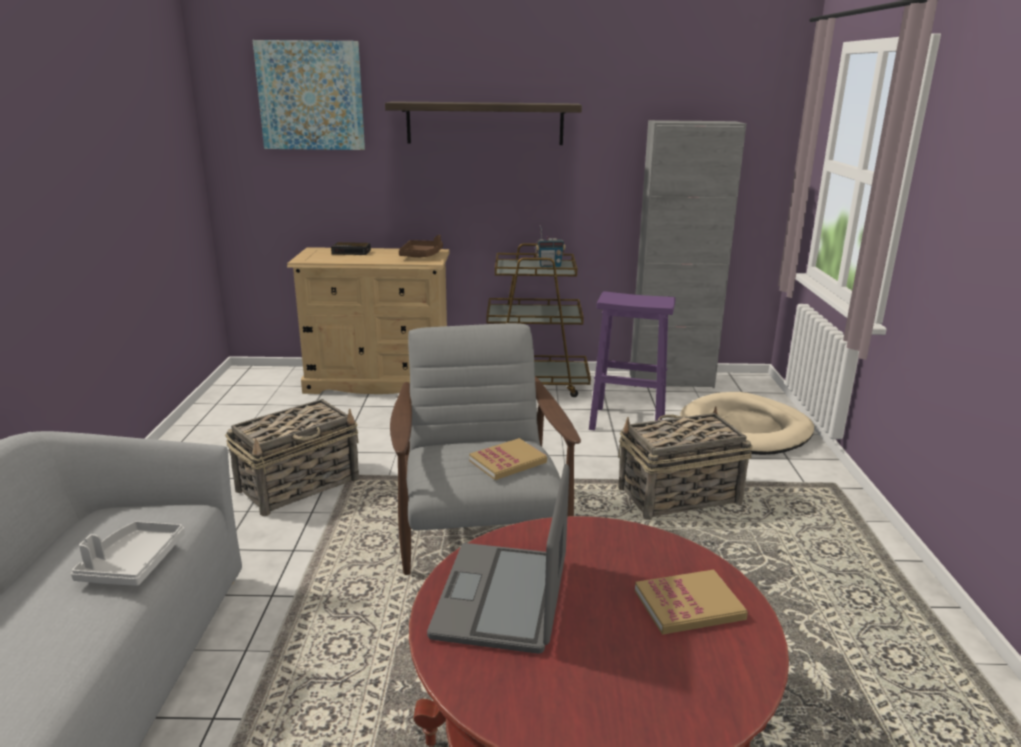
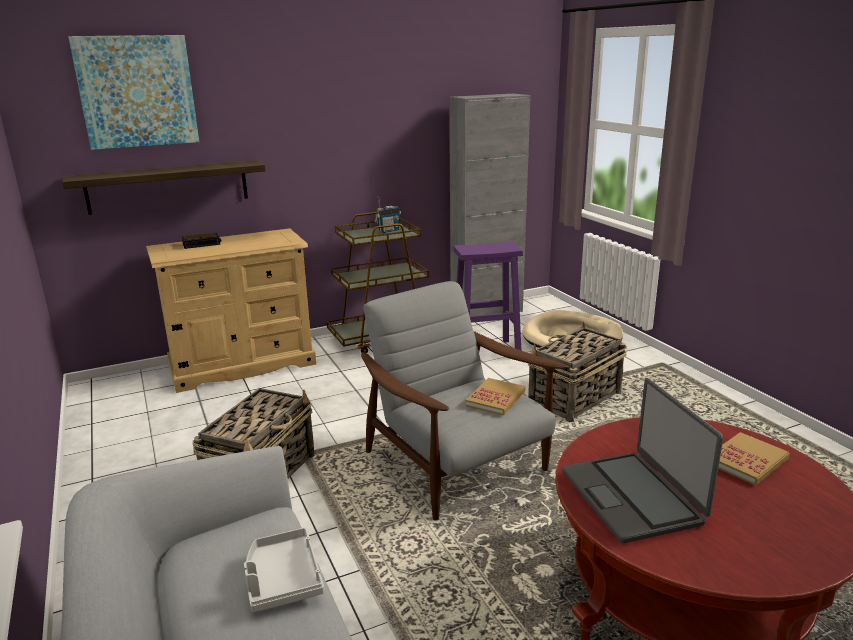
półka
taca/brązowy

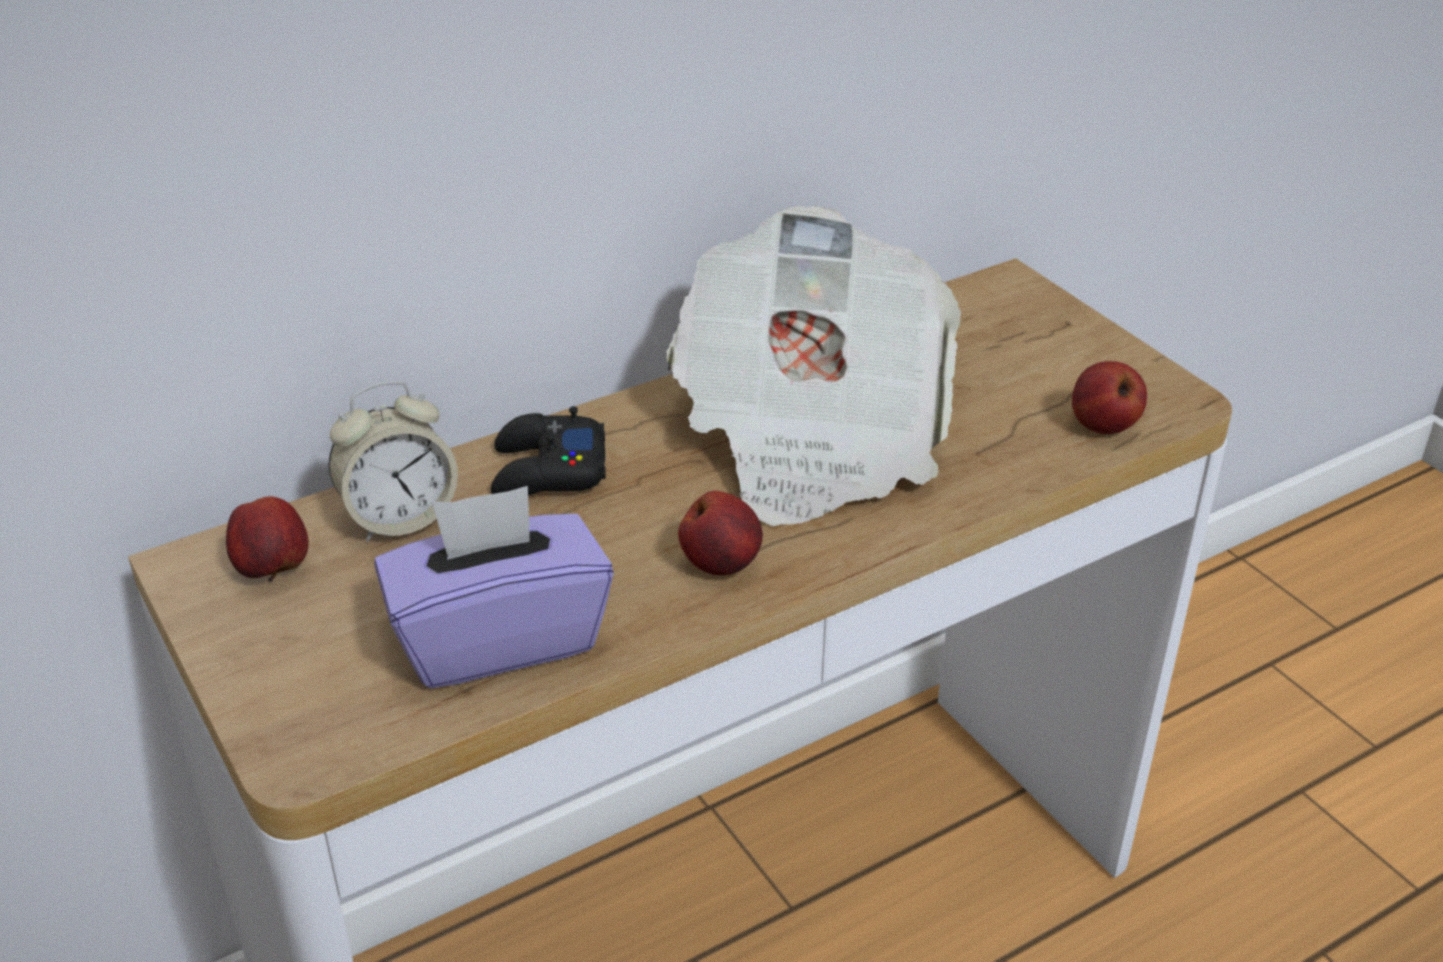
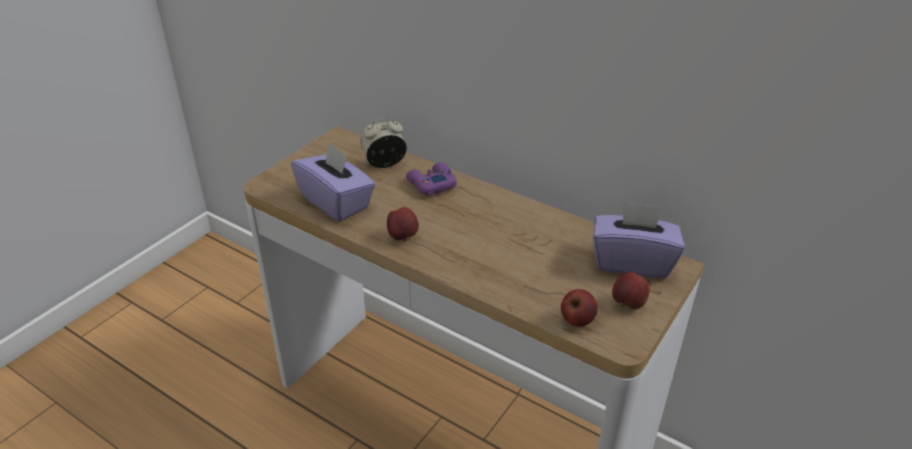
gazeta
budzik
pad do gier/fioletowy
jabłko (no. 3 from left)
pudełko chusteczek/fioletowy (no. 2 from left)

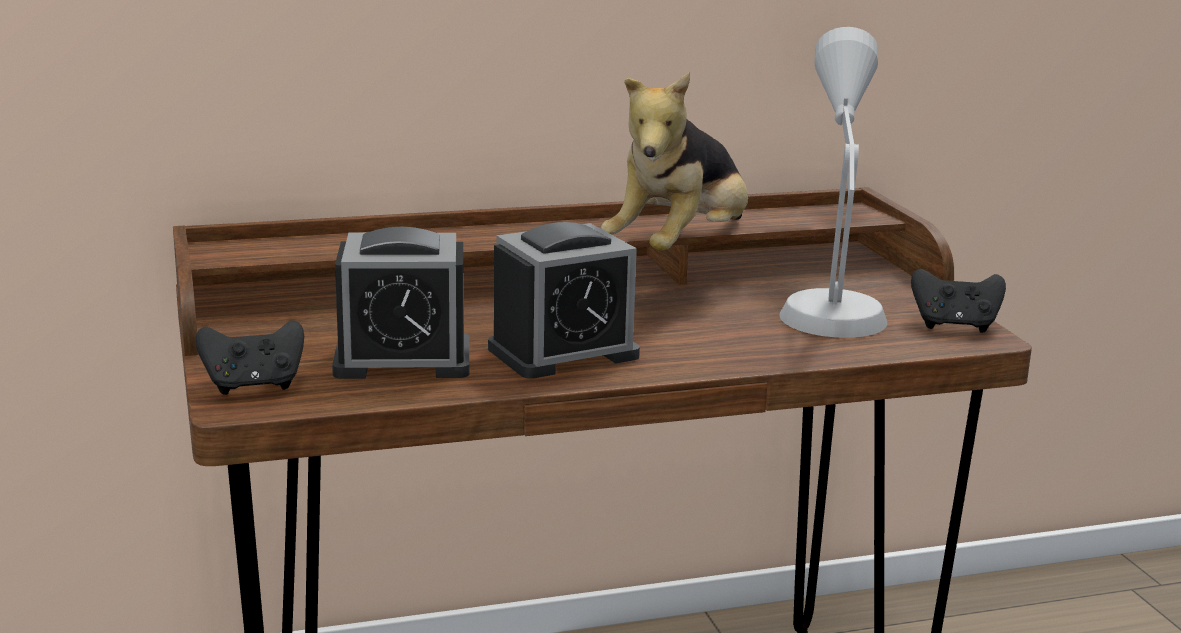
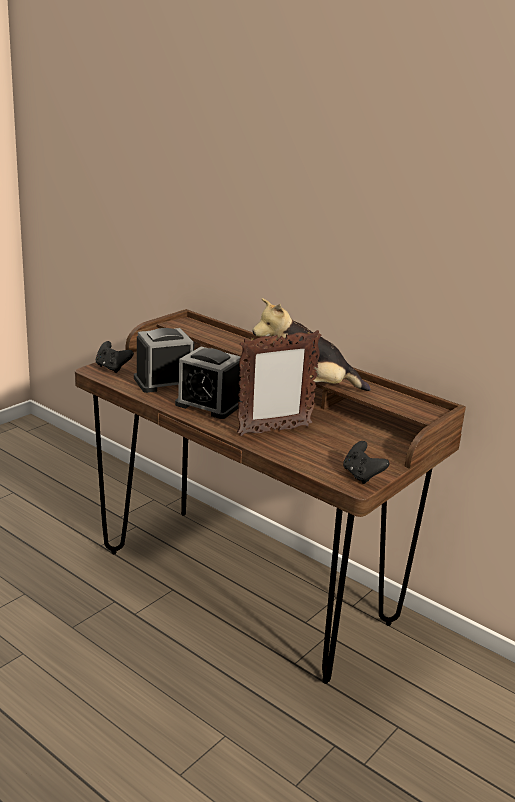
lampa stołowa/szary
budzik (no. 1 from left)
ramka na zdjęcie

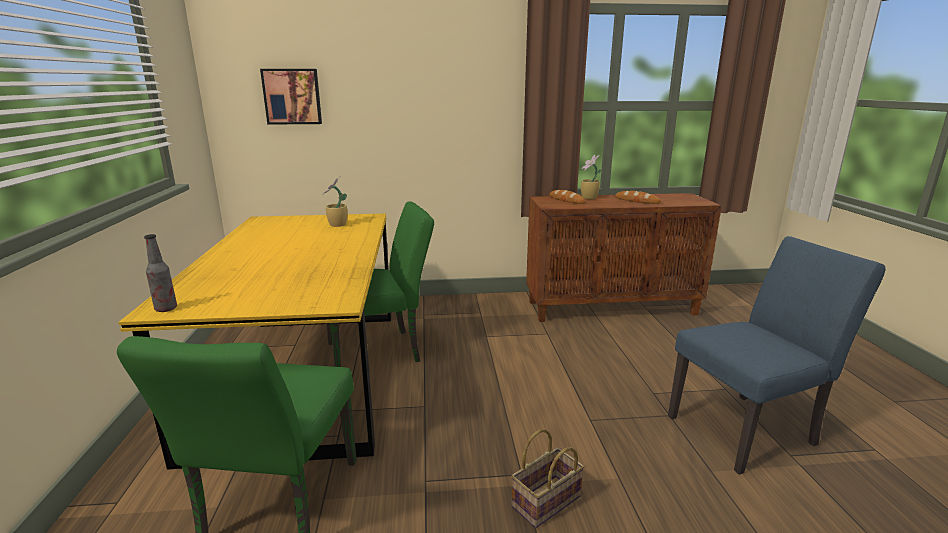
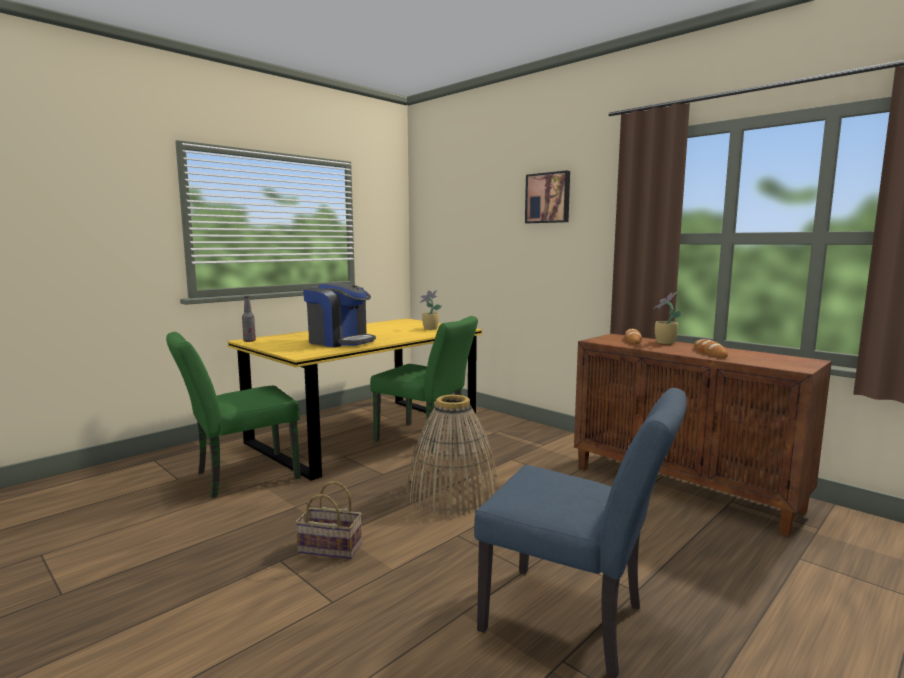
obraz
ekspres do kawy
koszyk (no. 2 from left)

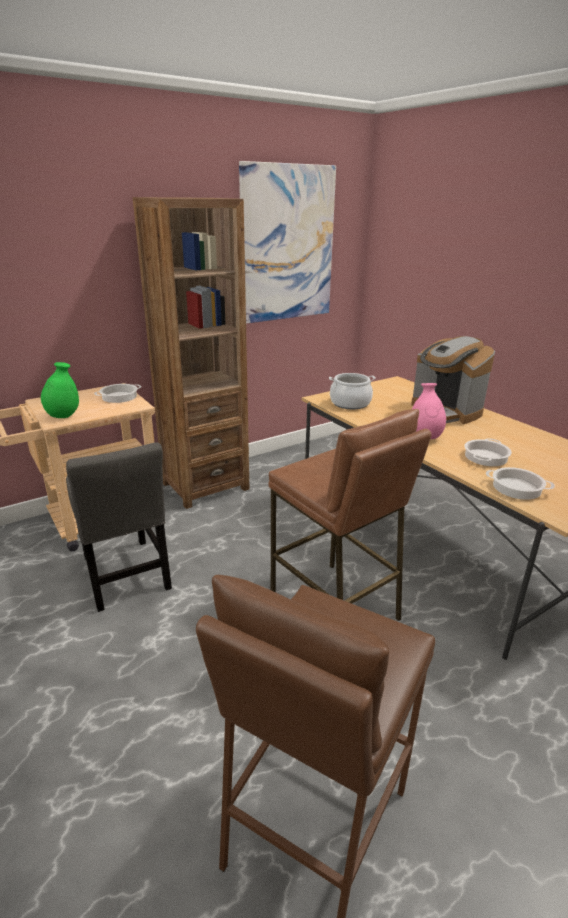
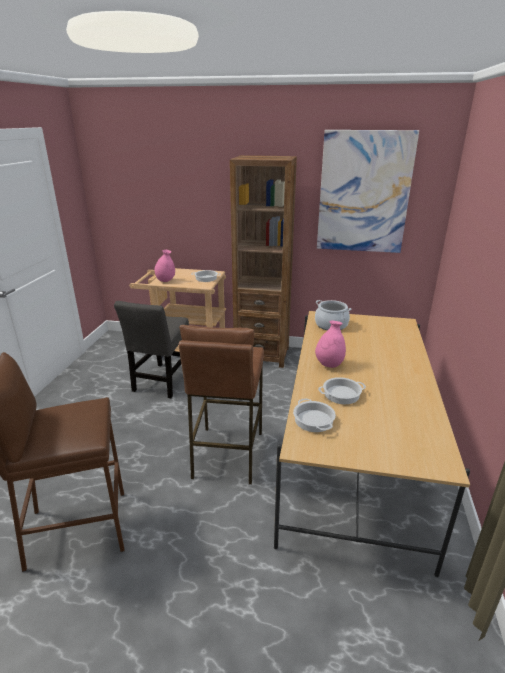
ekspres do kawy
wazon/różowy (no. 1 from left)

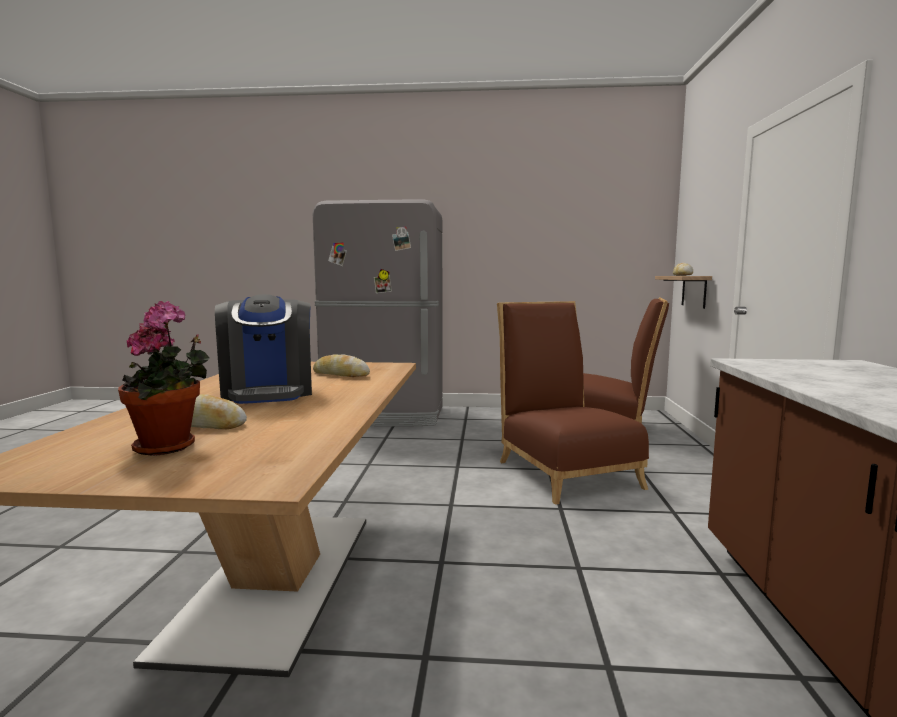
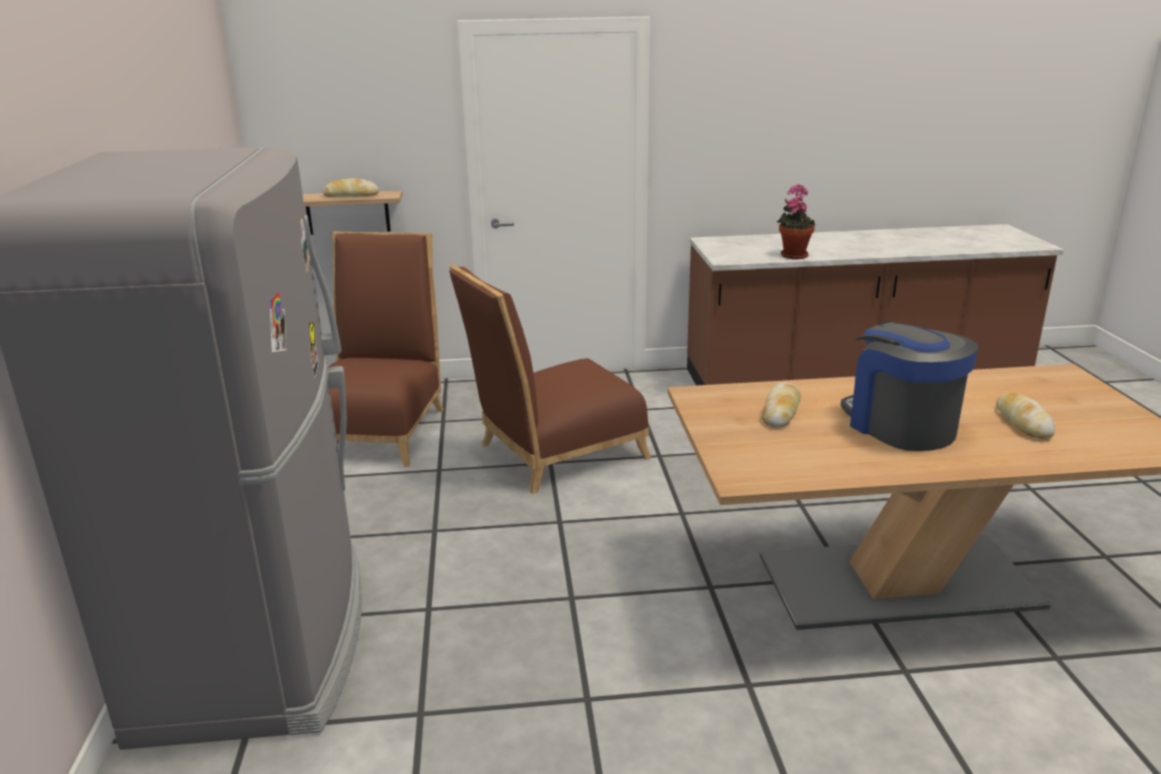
ekspres do kawy
roślina doniczkowa

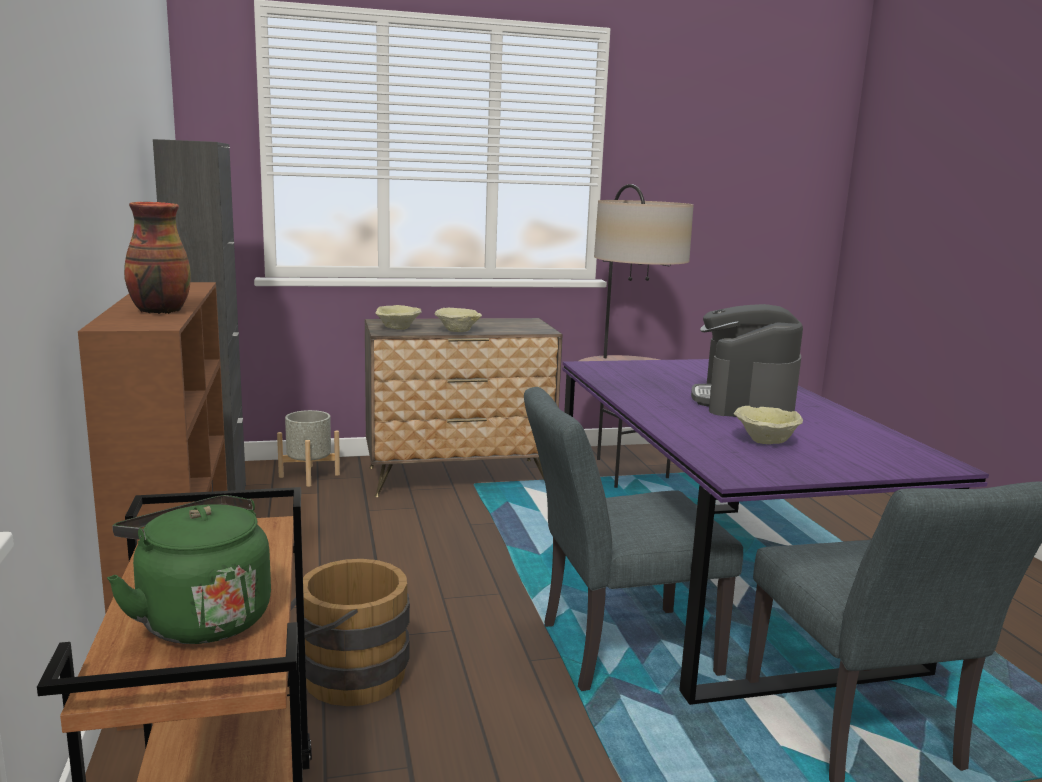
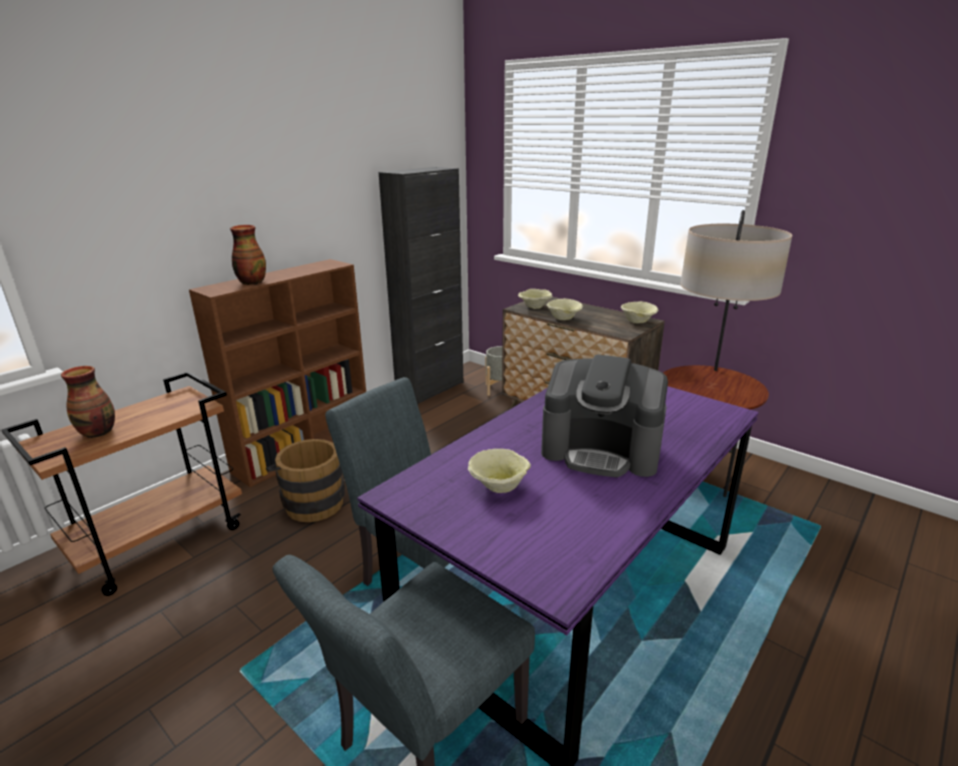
ekspres do kawy
wazon (no. 1 from left)
miska/beżowy (no. 4 from left)

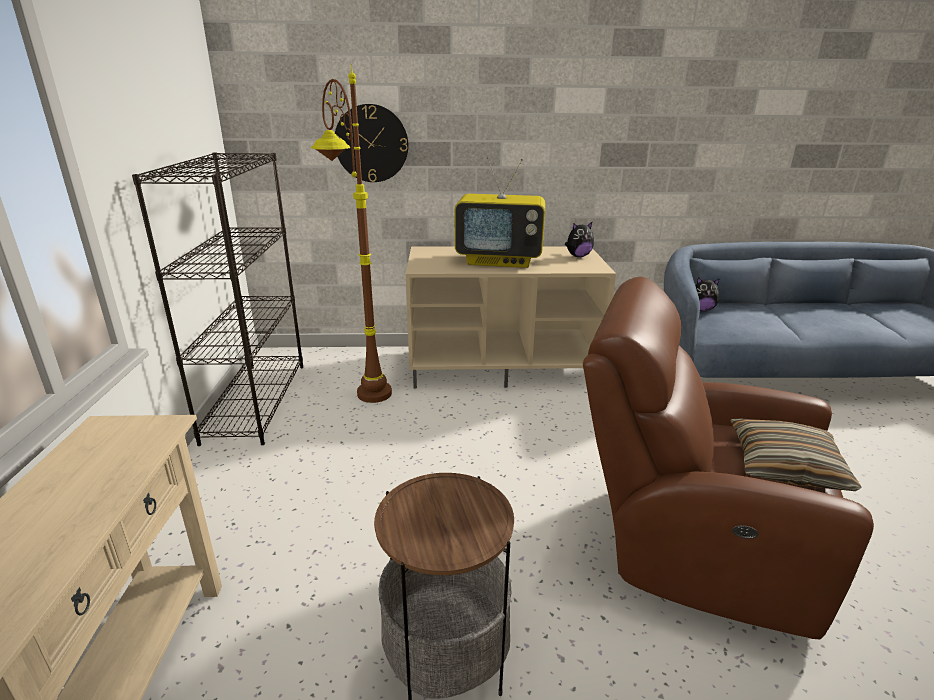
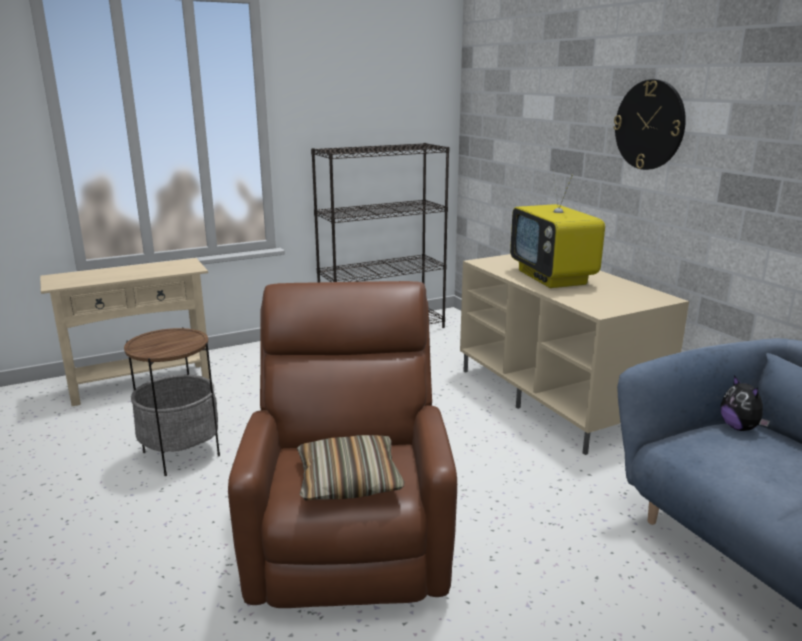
lampa stojąca/brązowy
zegar ścienny
pluszak (no. 1 from left in the first image)

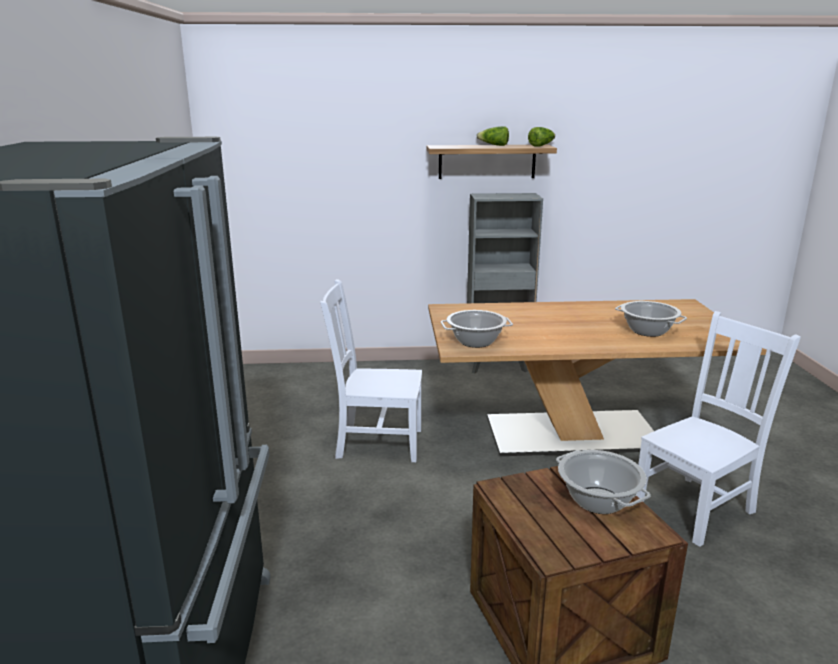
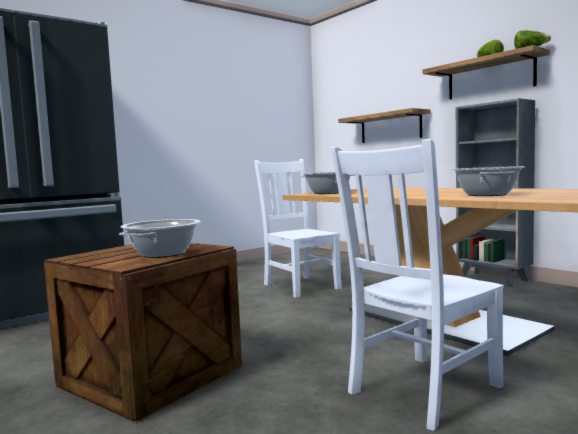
krzesło/biały (no. 2 from left)
półka (no. 1 from left)

